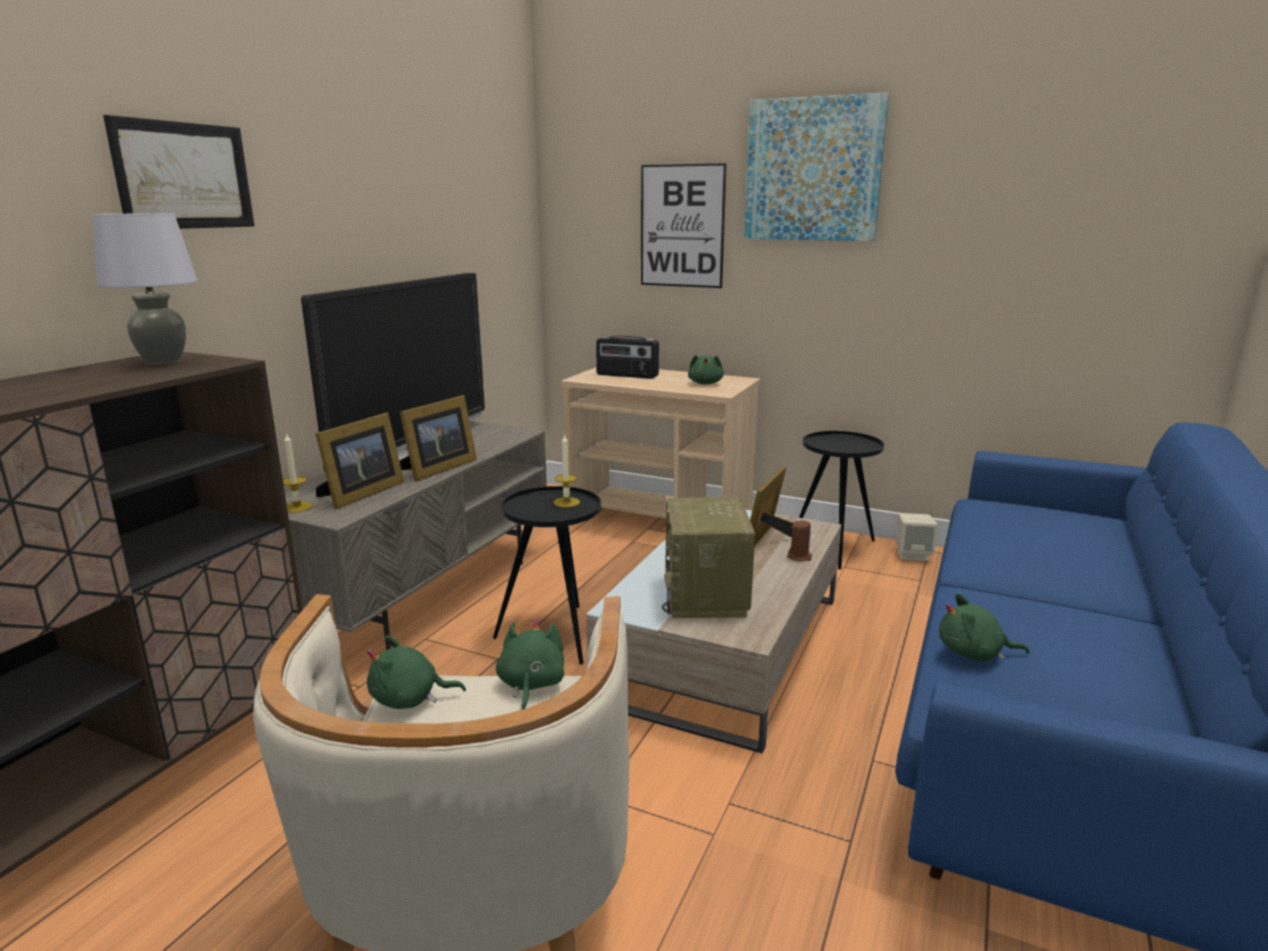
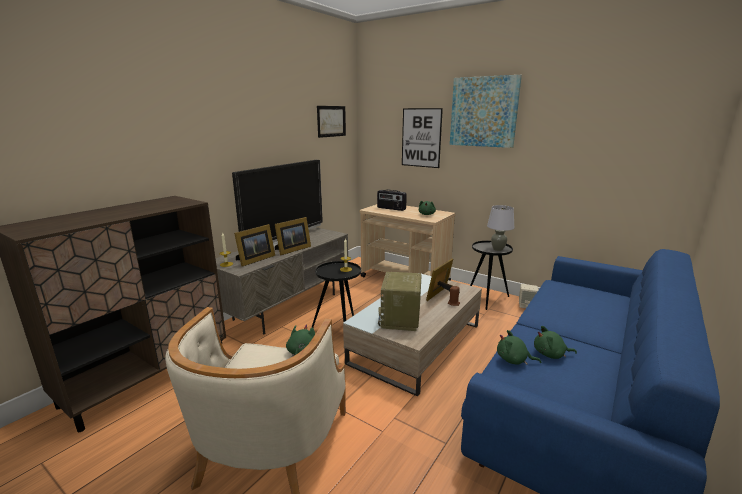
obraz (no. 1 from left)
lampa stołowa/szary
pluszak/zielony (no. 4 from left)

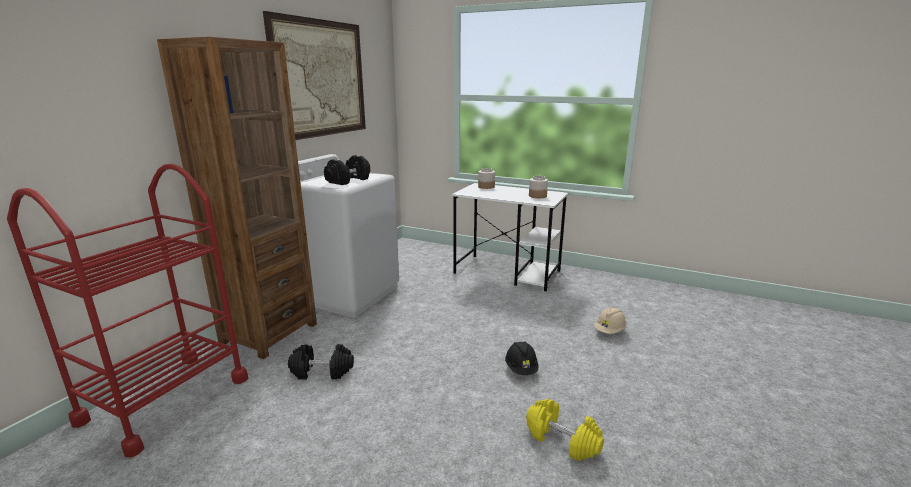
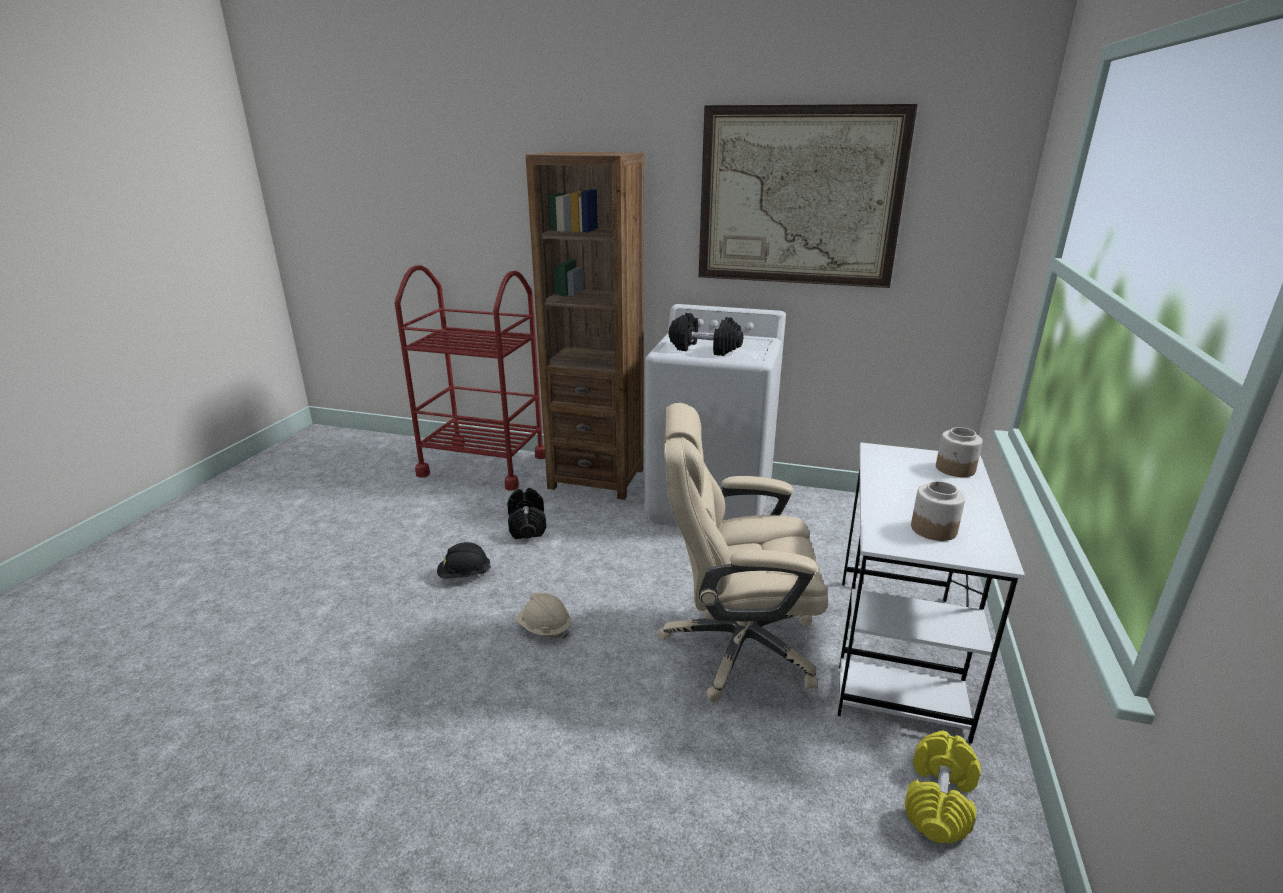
kask/beżowy
kask/czarny
hantel/żółty
krzesło biurowe/beżowy

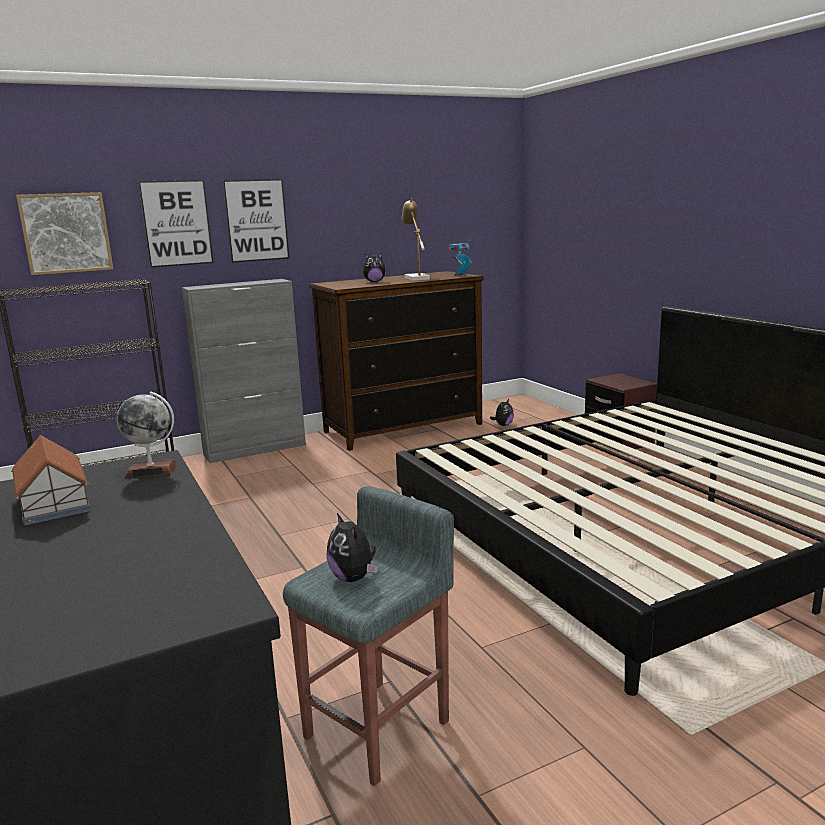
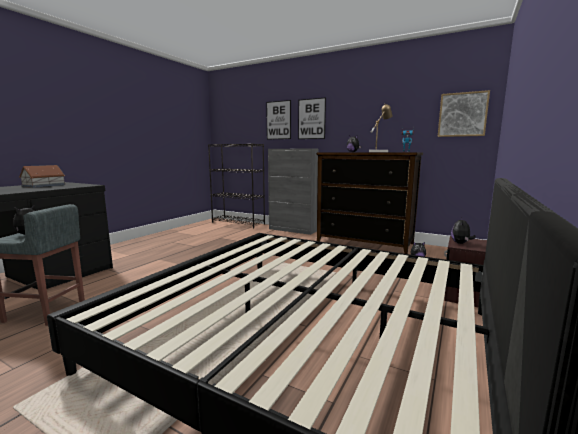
obraz (no. 3 from left)
globus
pluszak (no. 4 from left)

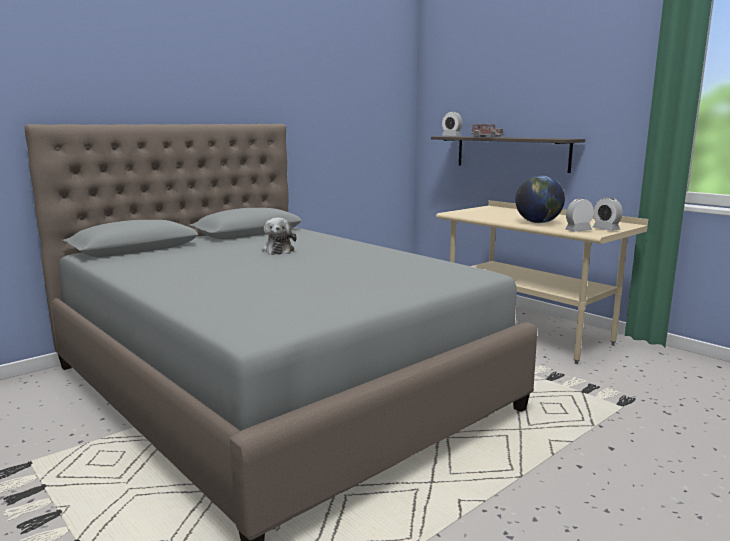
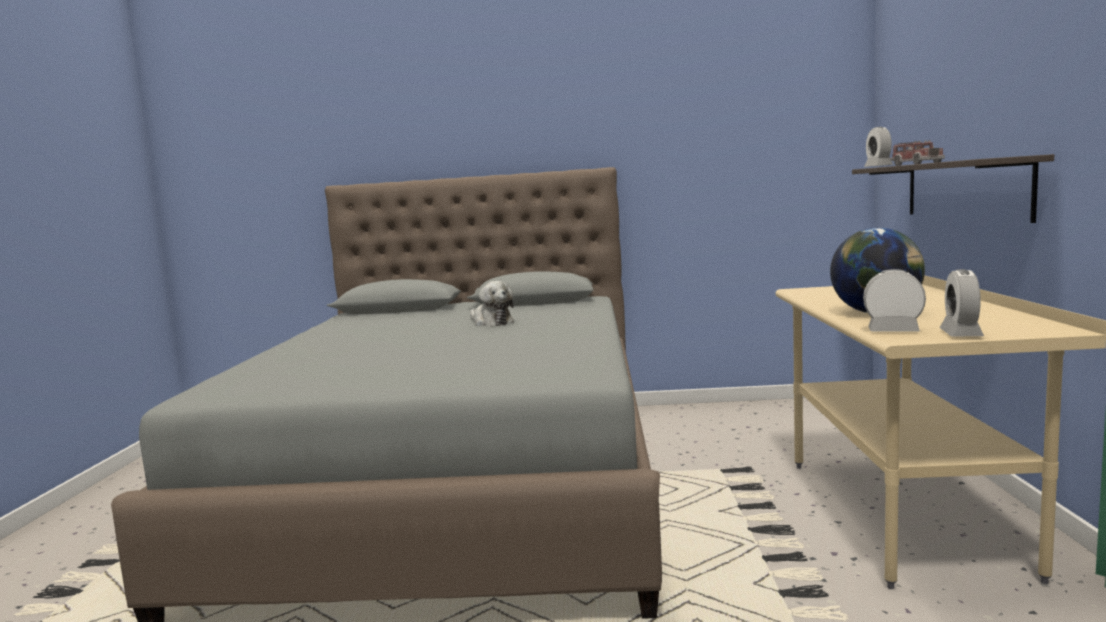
pluszak

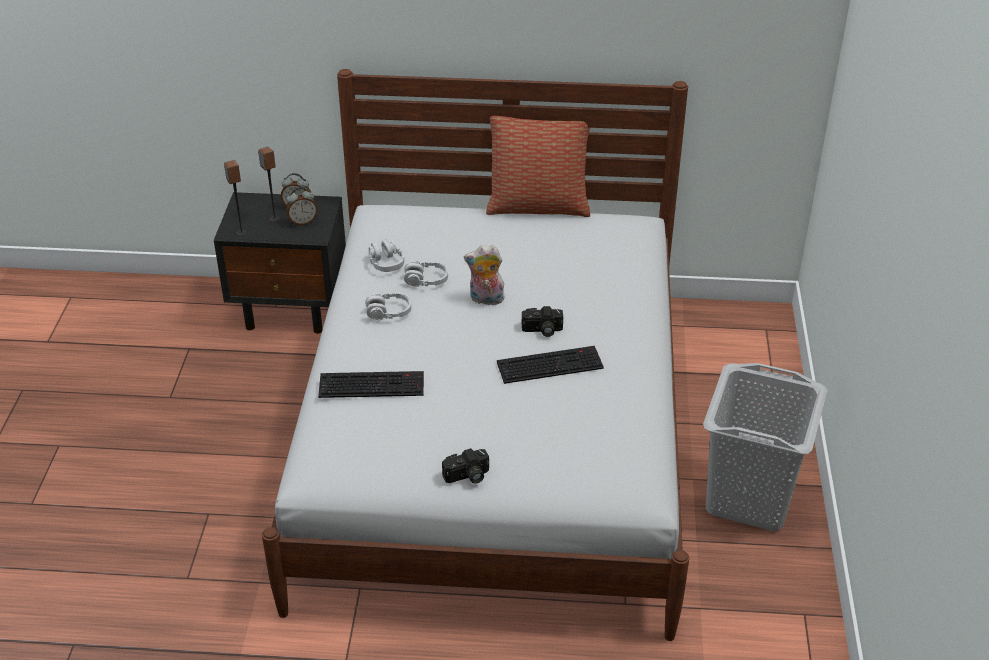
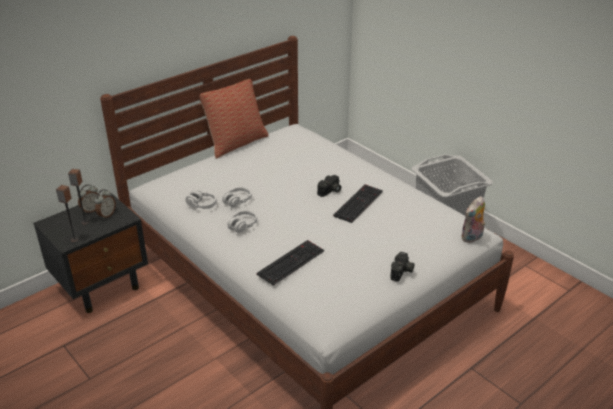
pluszak

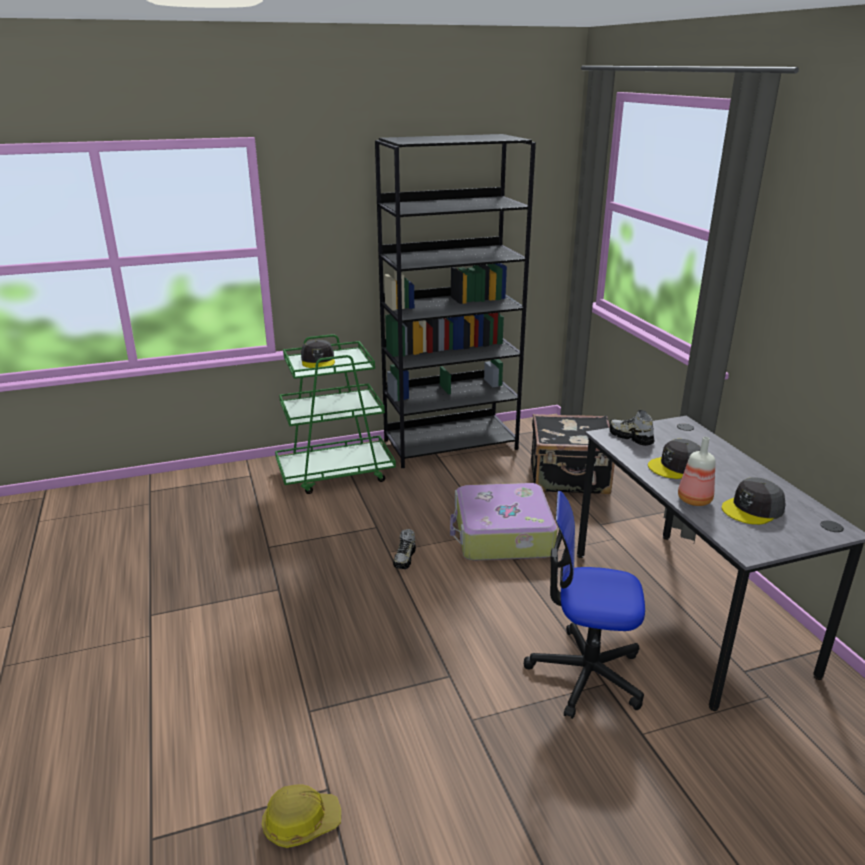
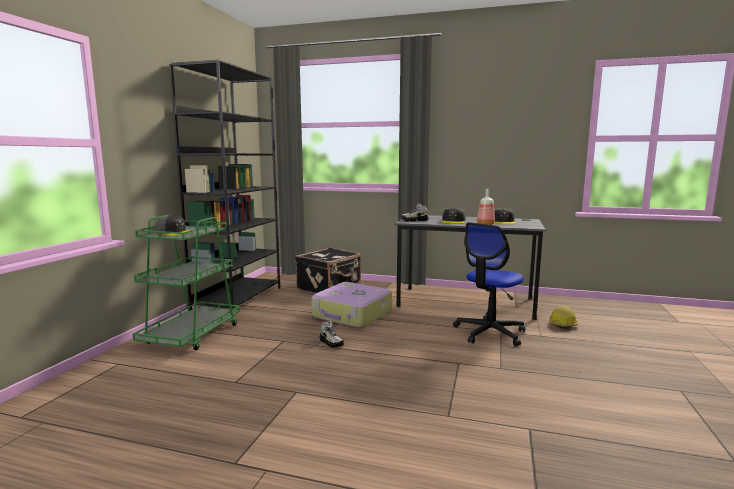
kask

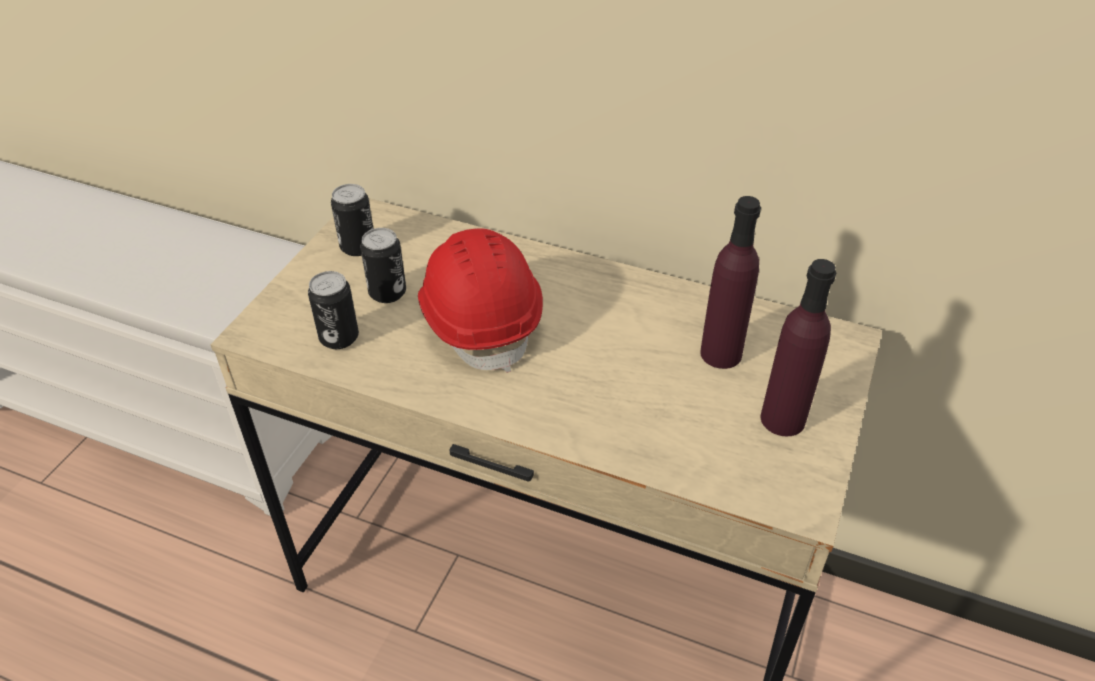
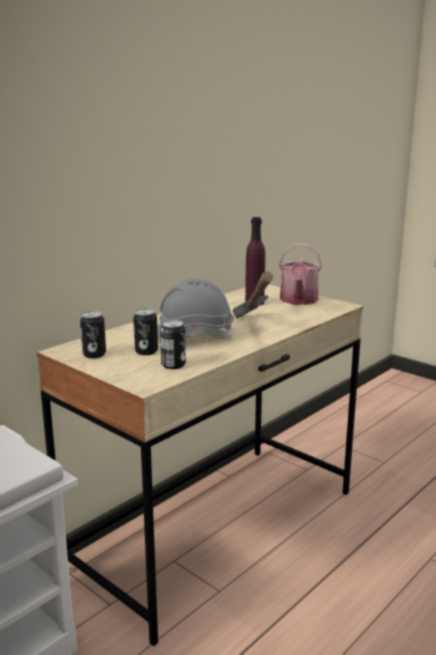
kask/szary
konewka
młotek

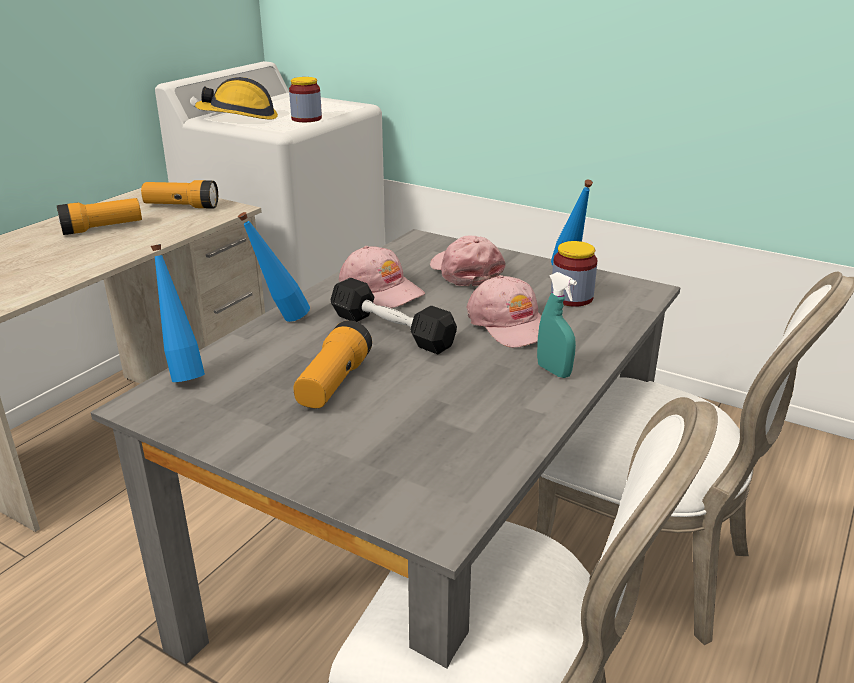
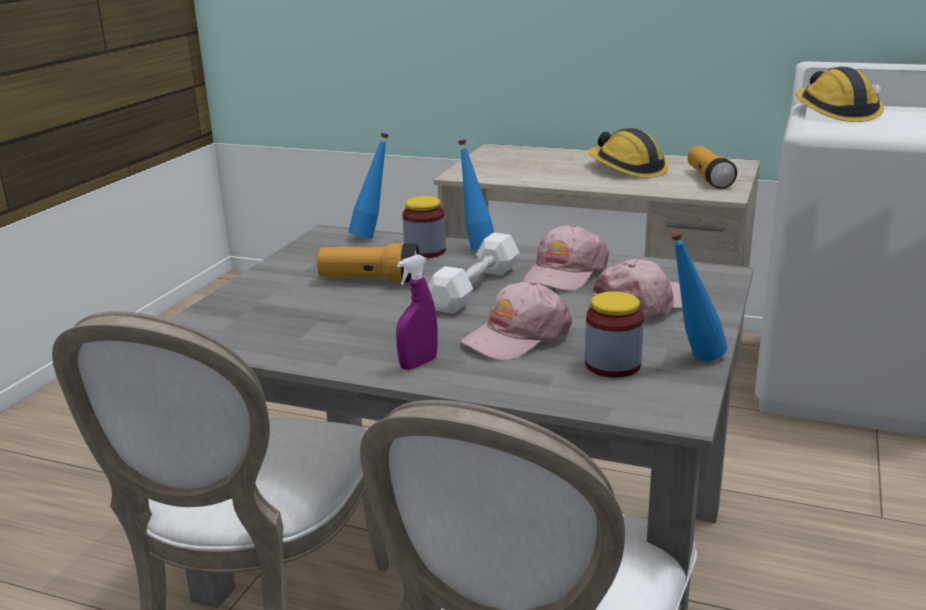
słoik (no. 1 from left)
kask (no. 1 from left)
spryskiwacz/fioletowy
hantel/biały

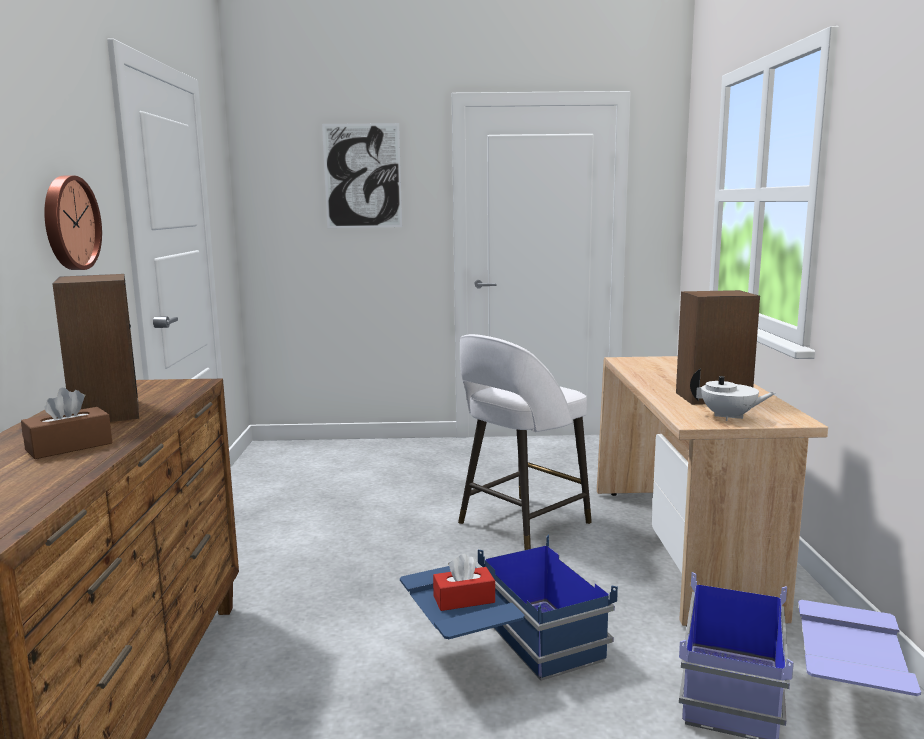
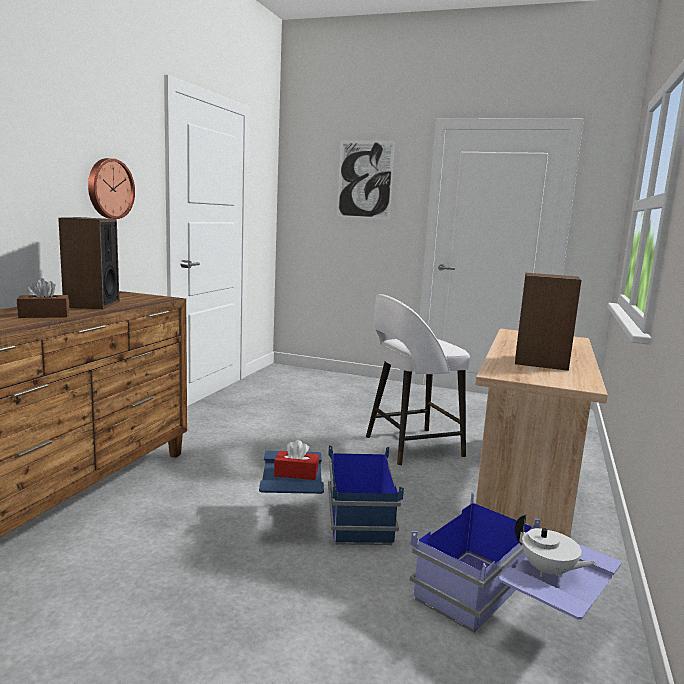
imbryk/biały

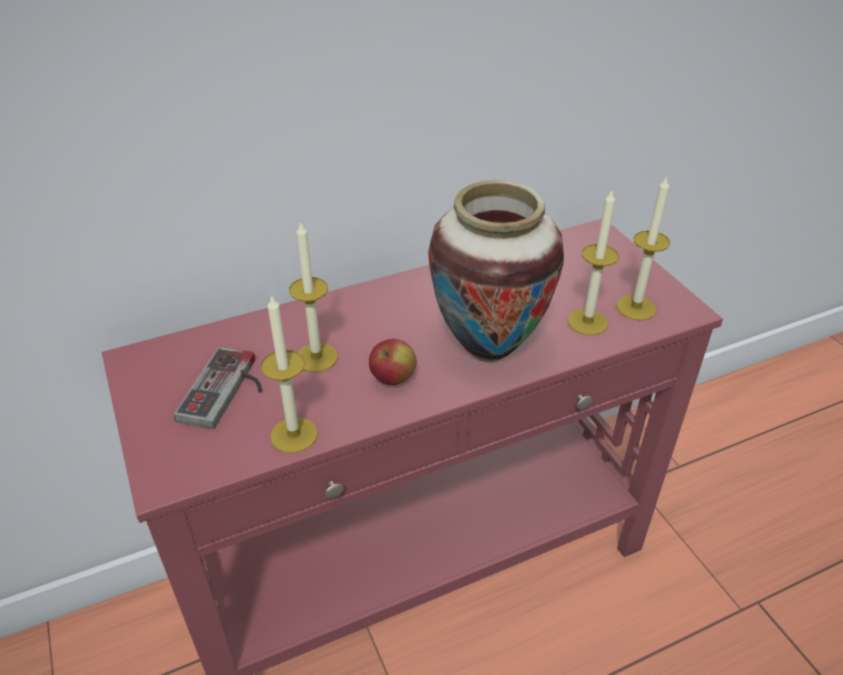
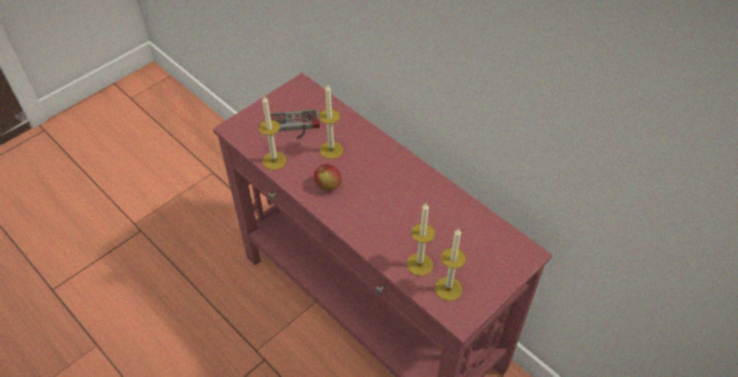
wazon

